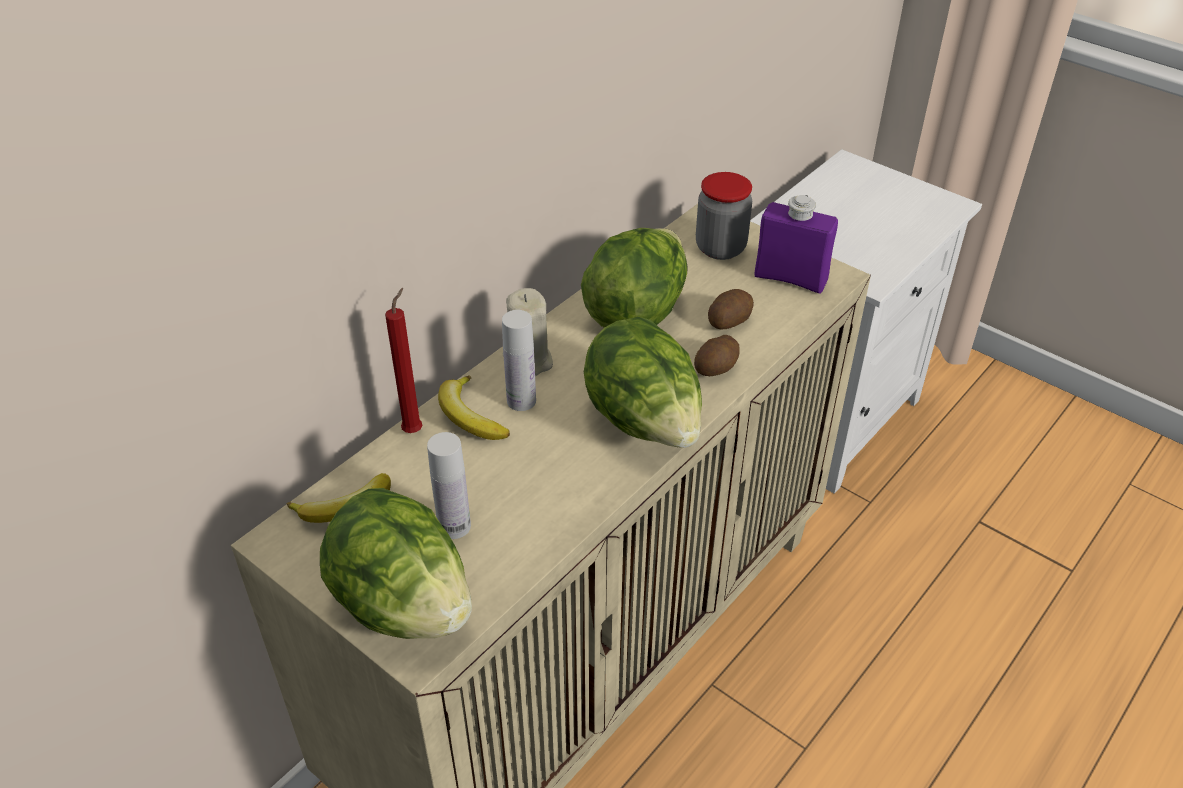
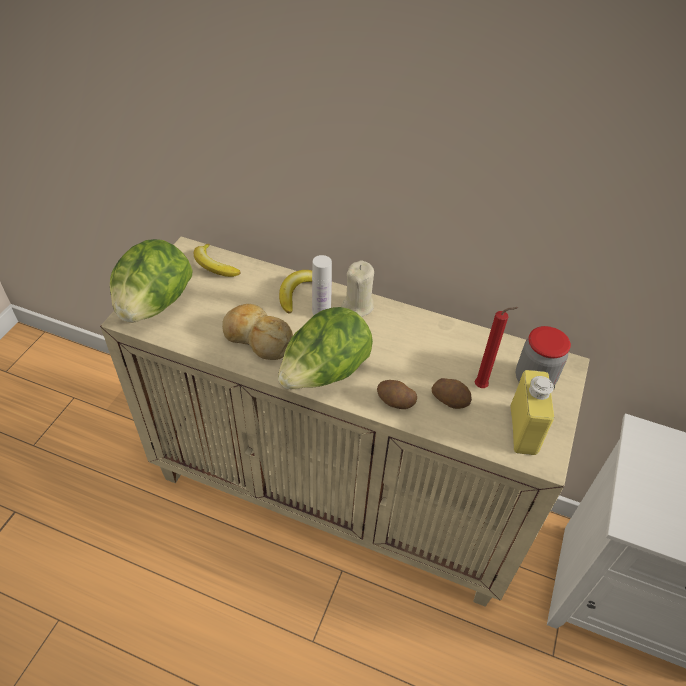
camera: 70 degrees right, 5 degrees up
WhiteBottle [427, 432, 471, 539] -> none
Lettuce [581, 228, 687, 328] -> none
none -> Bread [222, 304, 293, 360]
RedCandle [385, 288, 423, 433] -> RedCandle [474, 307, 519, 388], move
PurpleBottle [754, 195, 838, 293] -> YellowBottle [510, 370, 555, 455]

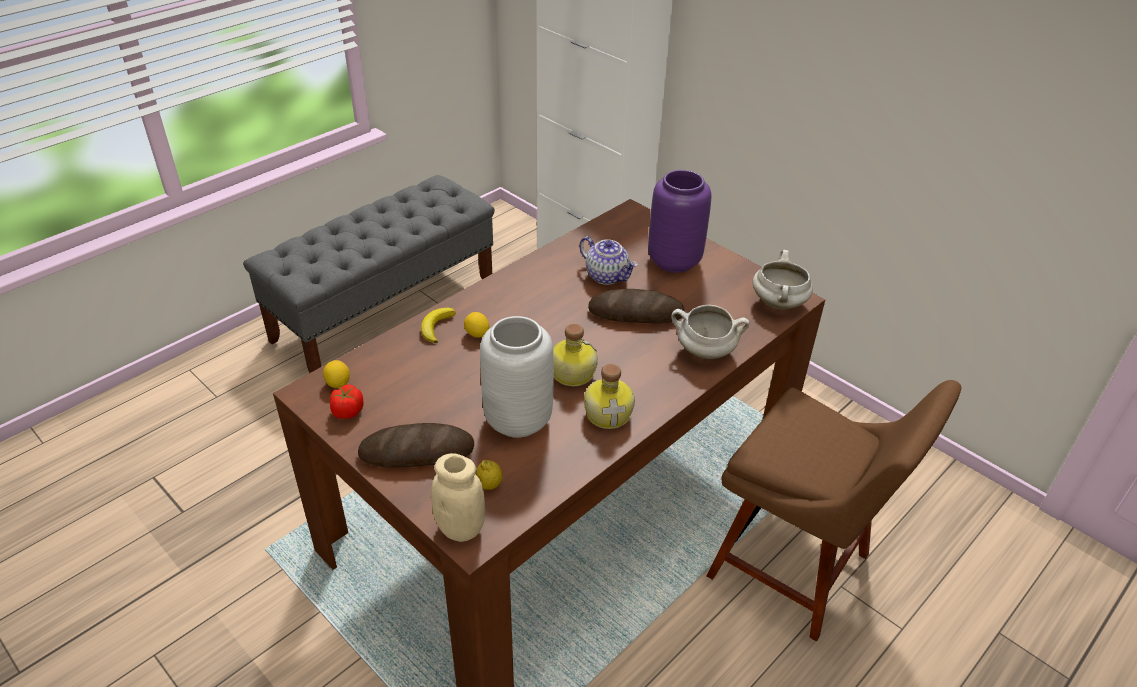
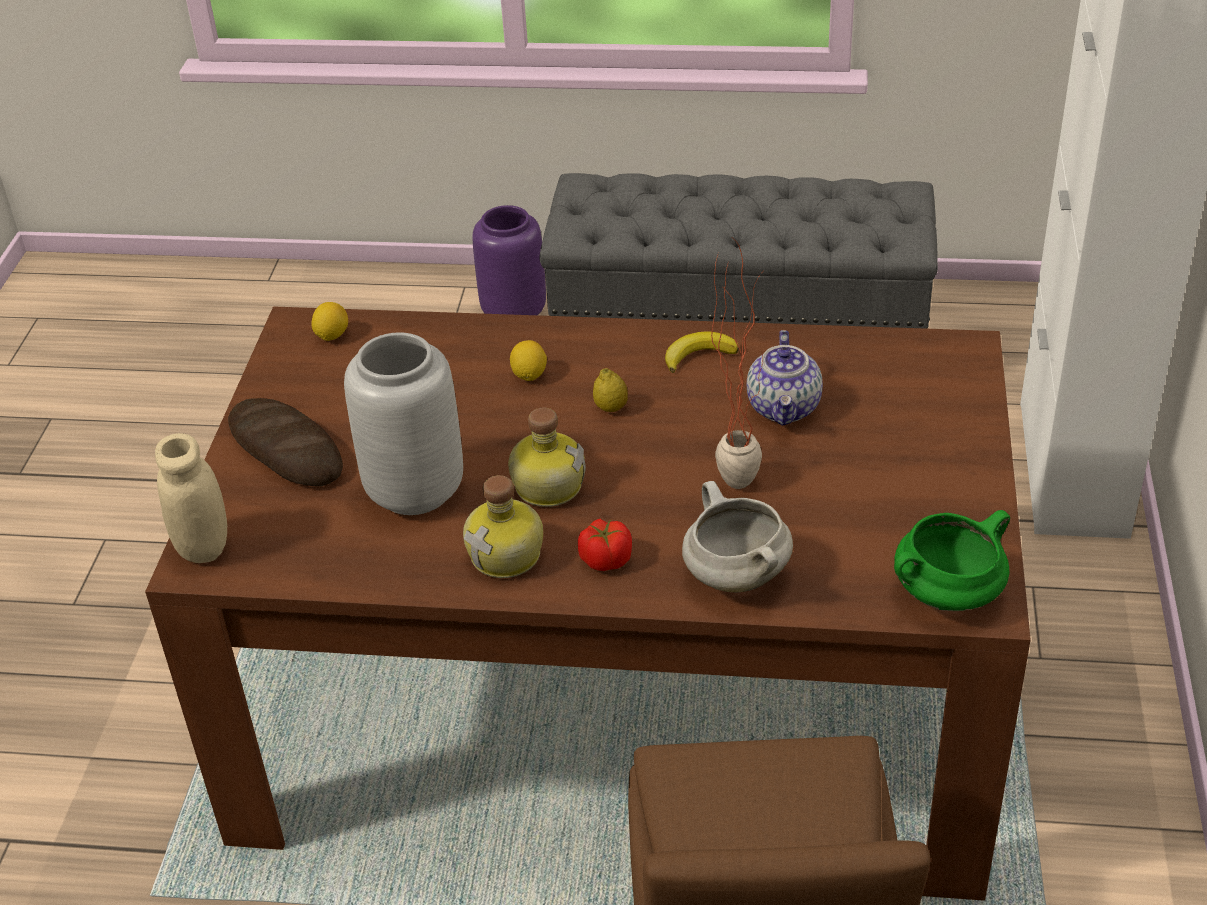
camera: 55 degrees right, 0 degrees up
Tomato [330, 384, 364, 419] -> Tomato [578, 519, 632, 571], move
Banana [421, 308, 456, 343] -> Banana [665, 331, 739, 373], move
Lemon [475, 460, 502, 490] -> Lemon [593, 368, 628, 412], move
PurpleVase [648, 170, 711, 273] -> PurpleVase [472, 205, 546, 315], move
Bread [588, 289, 685, 324] -> PottedPlant [711, 238, 763, 489]
WhiteCookingPot [752, 250, 813, 310] -> GreenCookingPot [894, 510, 1010, 611]

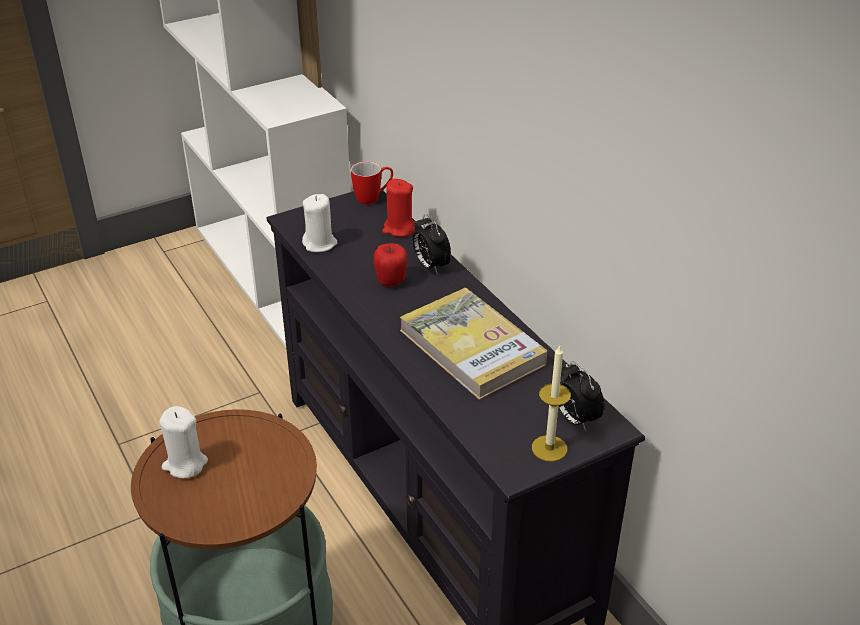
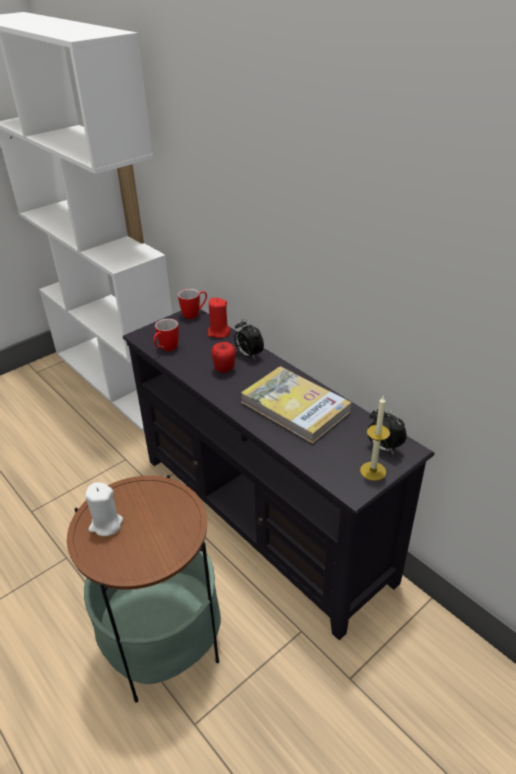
camera: 10 degrees left, 0 degrees up
WhiteCandle [302, 194, 337, 252] -> Mug [153, 319, 179, 351]

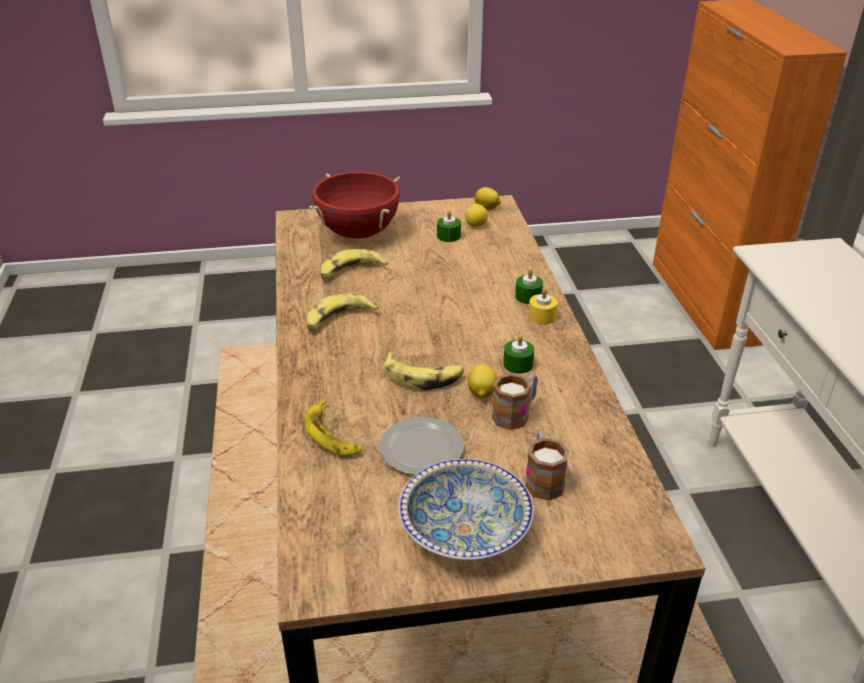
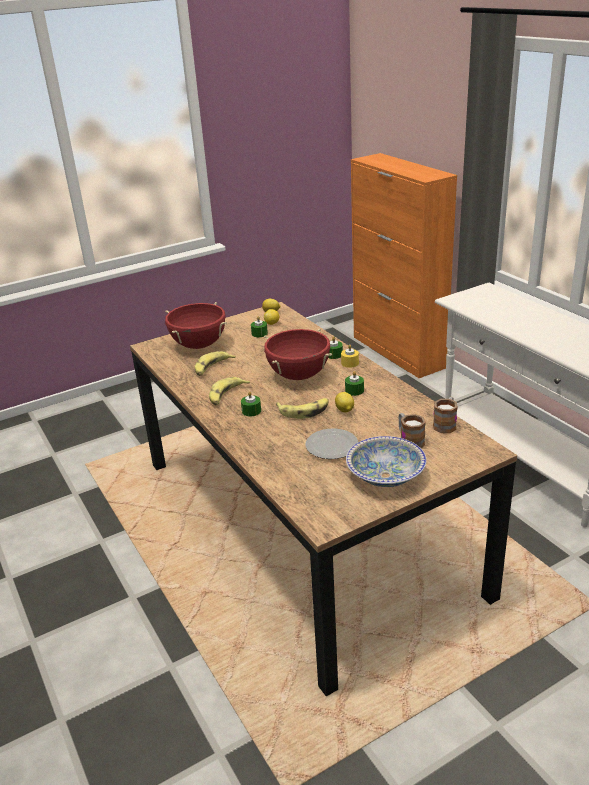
camera: 20 degrees left, 5 degrees down
Banana [305, 400, 362, 456] -> none
none -> GreenCandle [241, 391, 261, 417]
none -> RedCookingPot [264, 329, 332, 380]
Mug [491, 373, 538, 430] -> Mug [433, 397, 458, 433], move

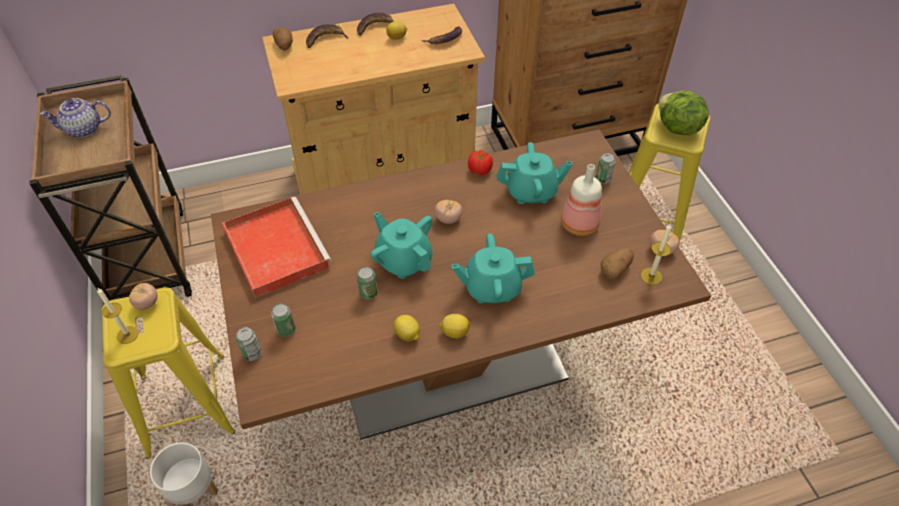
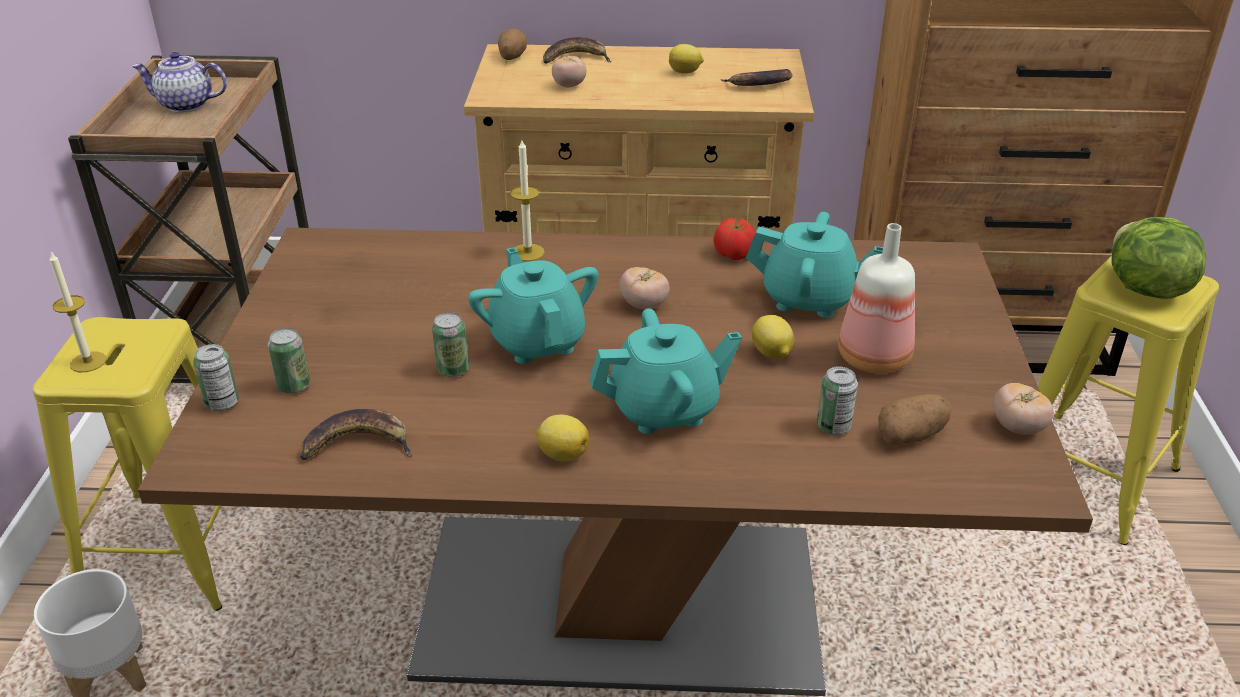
camera: 20 degrees right, 15 degrees down
RedTray [222, 197, 332, 298] -> none
Tomato [129, 283, 158, 310] -> Tomato [552, 56, 586, 87], move
Banana [357, 12, 394, 36] -> Banana [300, 409, 412, 460], move
Lemon [393, 315, 420, 341] -> Lemon [752, 315, 794, 359], move
Can [595, 153, 616, 184] -> Can [817, 366, 858, 435], move
Candle [641, 224, 672, 285] -> Candle [510, 140, 545, 261], move
TurquoiseTeapot [452, 233, 535, 303] -> TurquoiseTeapot [589, 309, 742, 434], 150 degrees clockwise

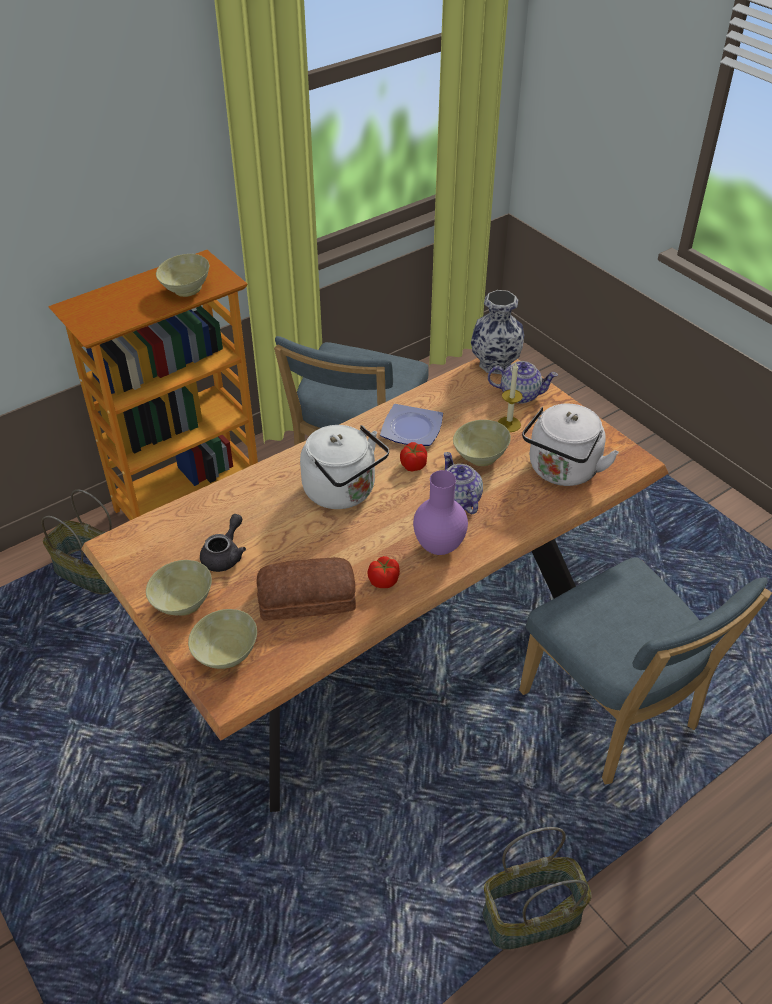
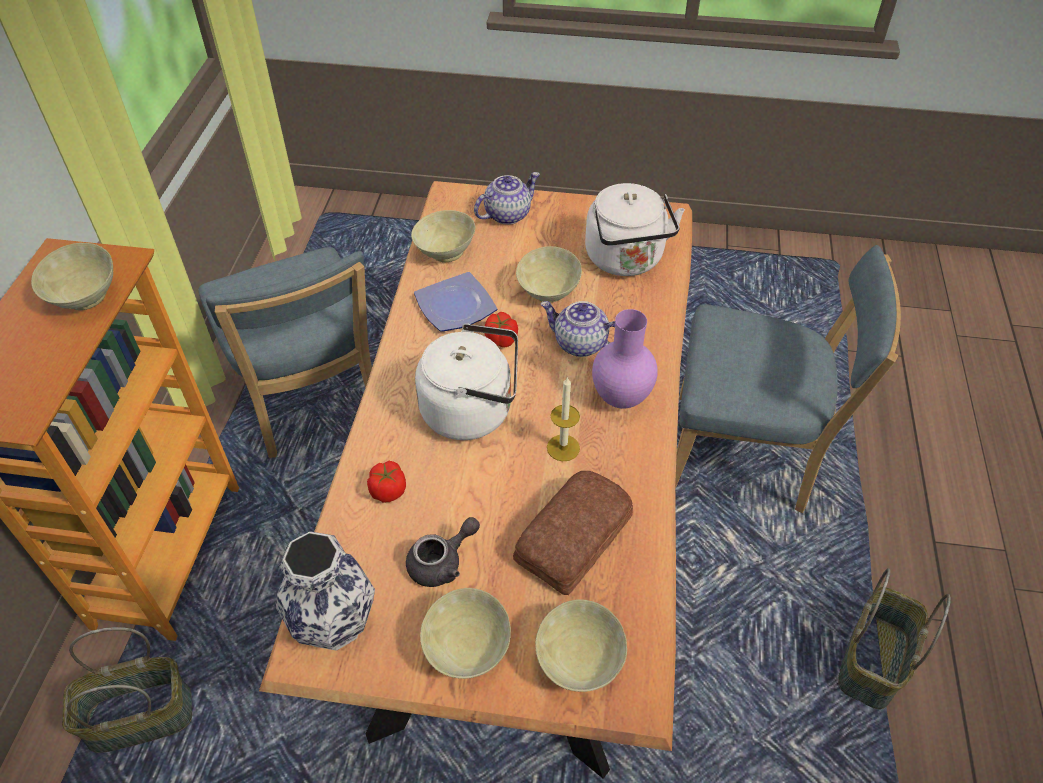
camera: 45 degrees left, 5 degrees up
none -> BeigeBowl [411, 210, 475, 262]
Tomato [367, 556, 400, 588] -> Tomato [367, 461, 406, 503], move
Vase [471, 290, 524, 374] -> Vase [276, 531, 375, 651], move
Candle [498, 363, 523, 432] -> Candle [547, 376, 580, 461], move
GreyTeapot [200, 514, 246, 572] -> GreyTeapot [406, 517, 480, 587], 75 degrees clockwise

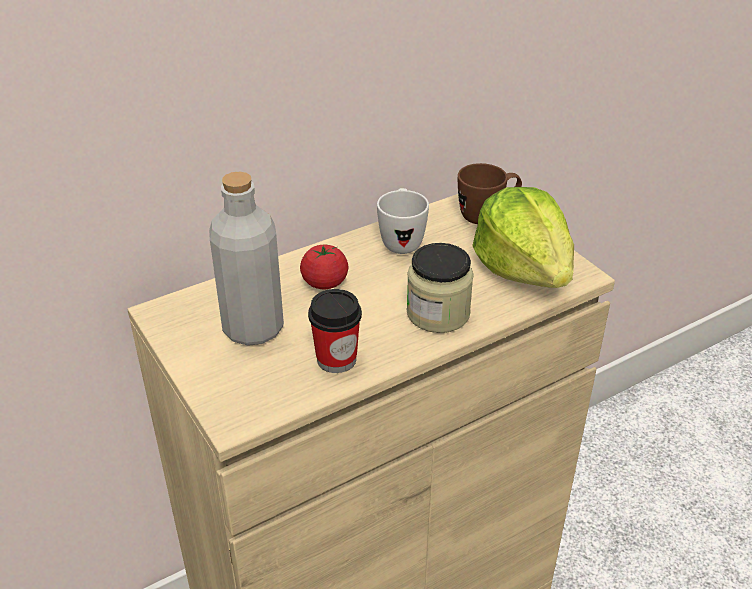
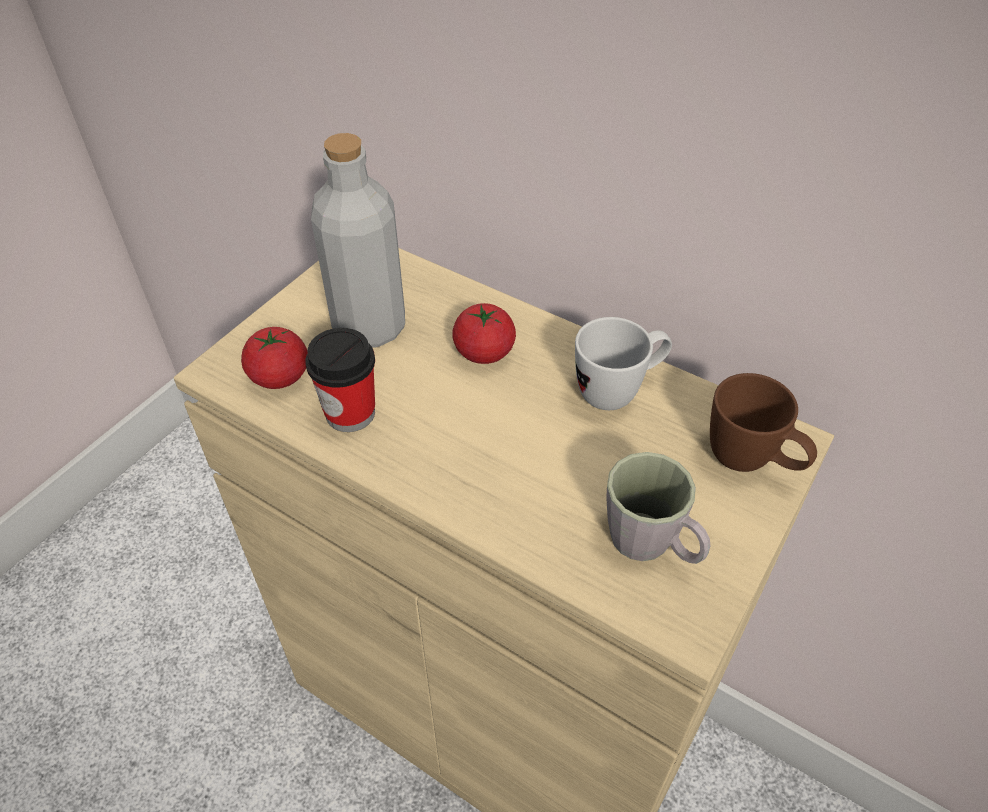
camera: 65 degrees right, 10 degrees up
Jar [407, 243, 474, 333] -> none
none -> Tomato [241, 327, 307, 389]
Lettuce [472, 187, 574, 288] -> GreyMug [606, 452, 710, 564]

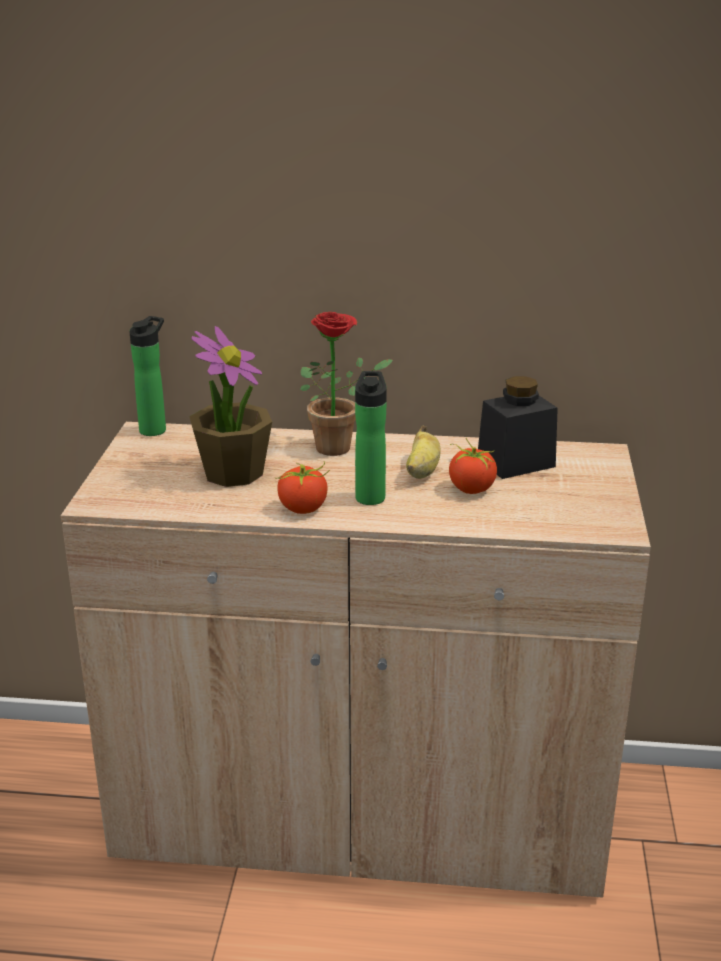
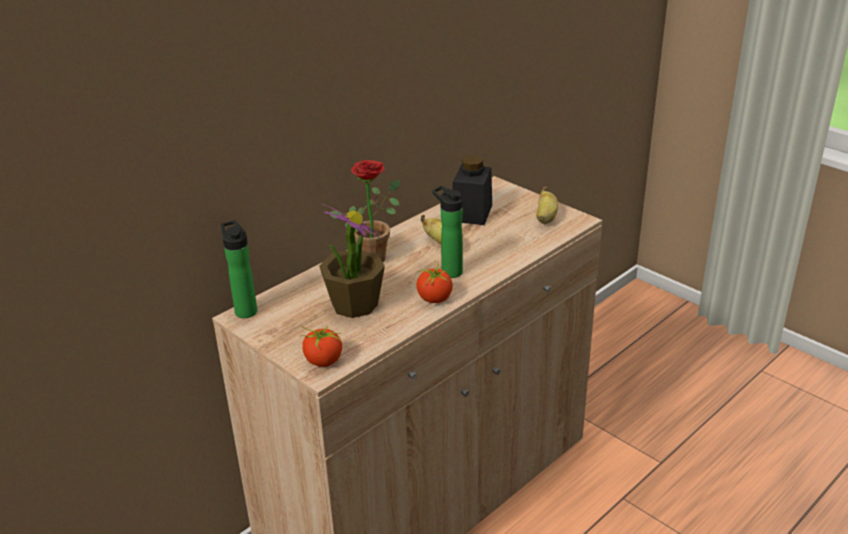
camera: 50 degrees left, 5 degrees up
none -> Banana [536, 187, 558, 224]
Tomato [449, 438, 497, 494] -> Tomato [301, 324, 342, 367], move

